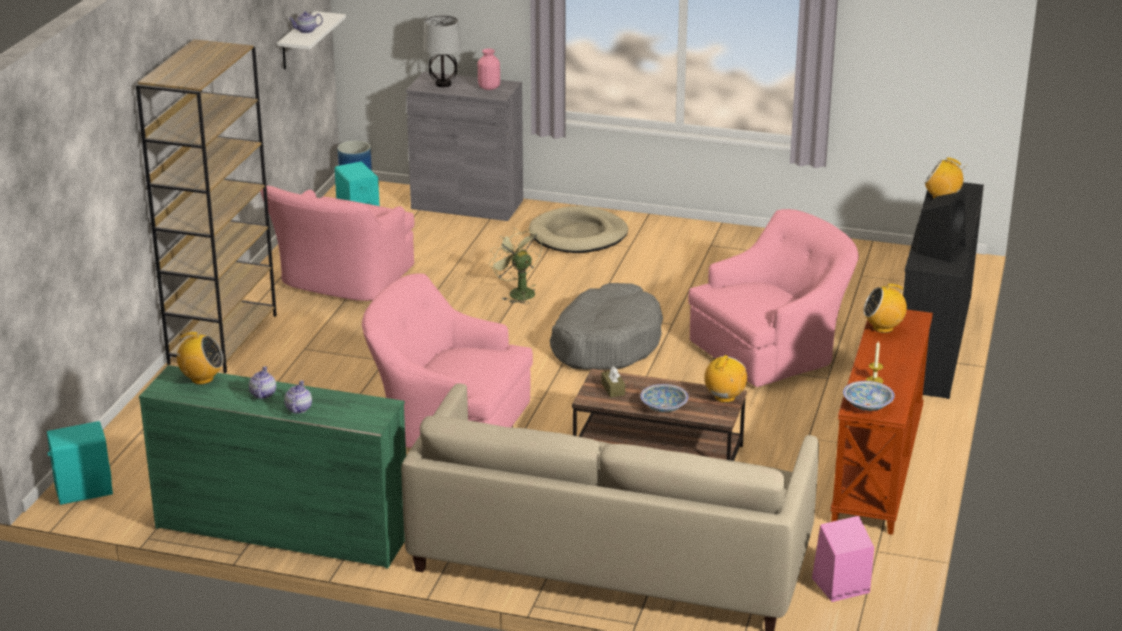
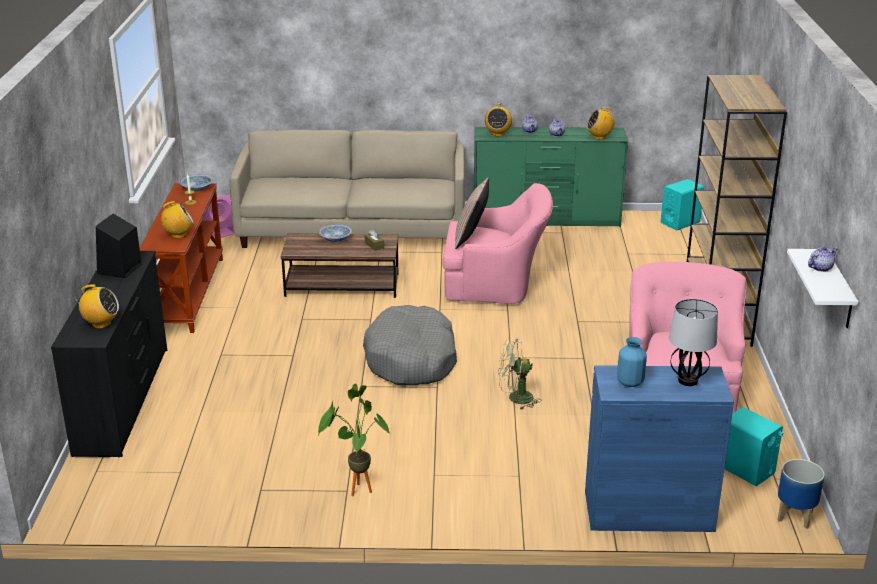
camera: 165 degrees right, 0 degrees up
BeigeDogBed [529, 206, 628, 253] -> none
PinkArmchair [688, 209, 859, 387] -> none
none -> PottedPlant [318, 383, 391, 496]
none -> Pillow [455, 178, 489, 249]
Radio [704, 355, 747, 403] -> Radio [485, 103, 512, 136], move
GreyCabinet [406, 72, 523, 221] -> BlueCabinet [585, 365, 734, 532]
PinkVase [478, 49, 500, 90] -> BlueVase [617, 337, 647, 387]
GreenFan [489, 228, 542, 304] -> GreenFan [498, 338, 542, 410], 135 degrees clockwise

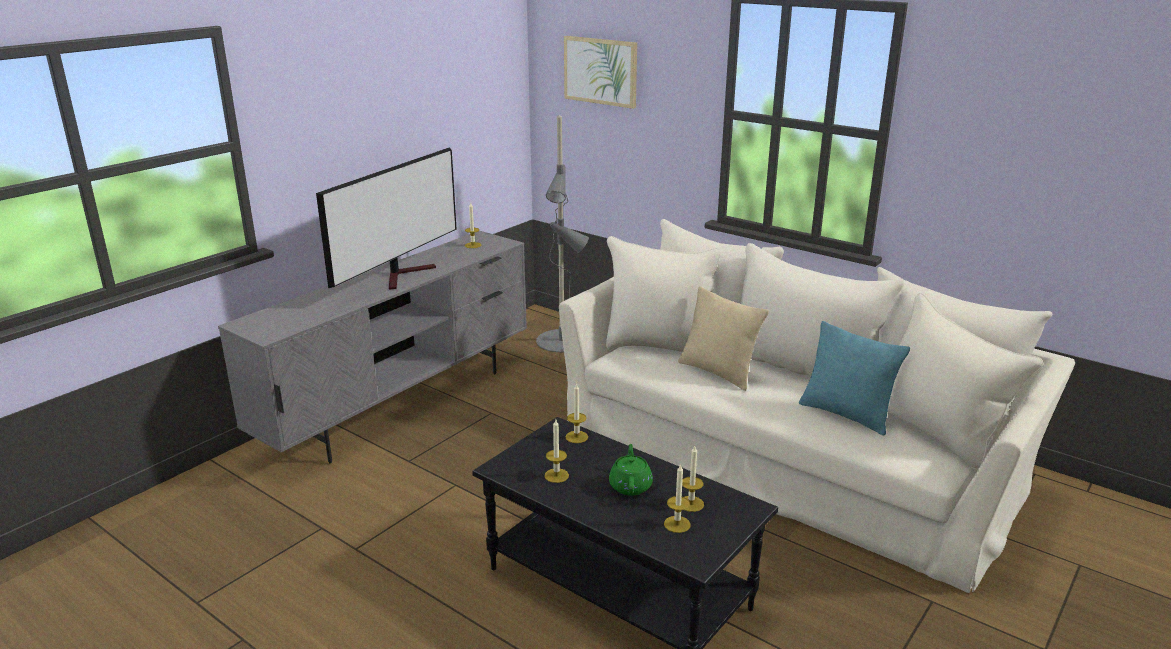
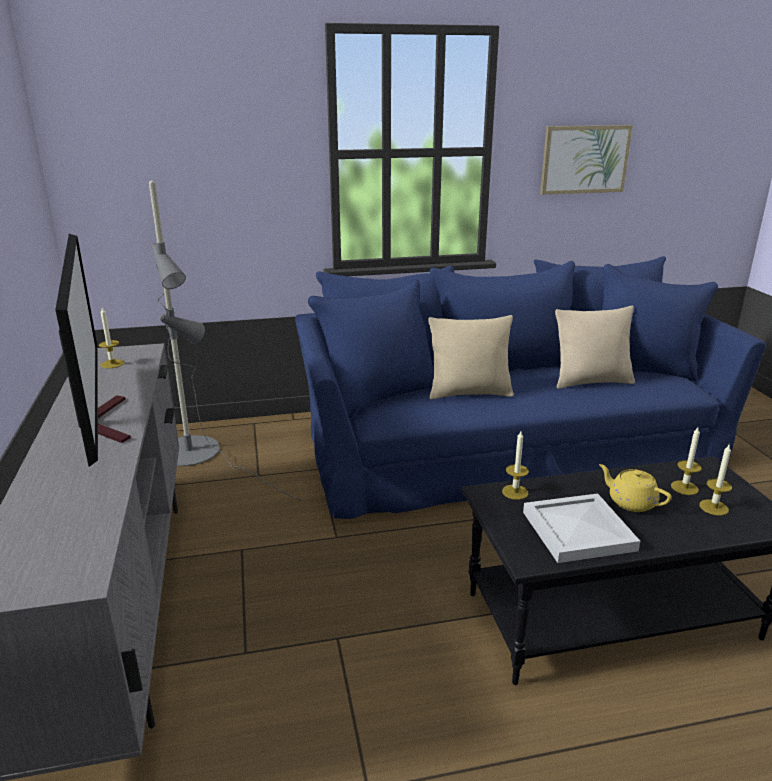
camera: 50 degrees left, 0 degrees up
Picture [564, 36, 637, 109] -> Picture [540, 125, 633, 195], move
Candle [544, 420, 569, 483] -> WhiteTray [523, 493, 640, 563]
BeigeSofa [559, 219, 1075, 593] -> BlueSofa [295, 256, 766, 519]
GreenTeapot [609, 444, 653, 496] -> YellowTeapot [599, 464, 672, 512]
TurquoisePillow [799, 321, 910, 435] -> BeigePillow [555, 306, 635, 389]

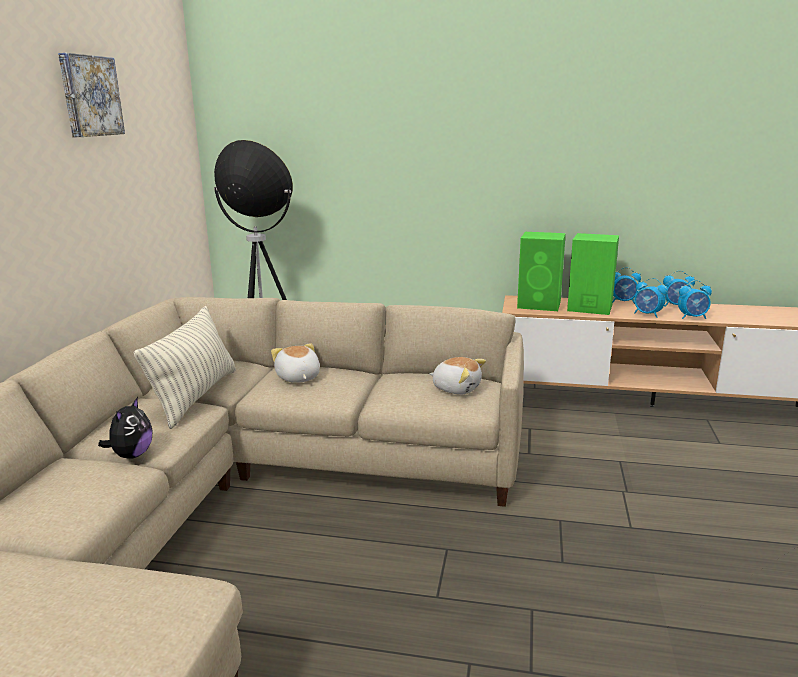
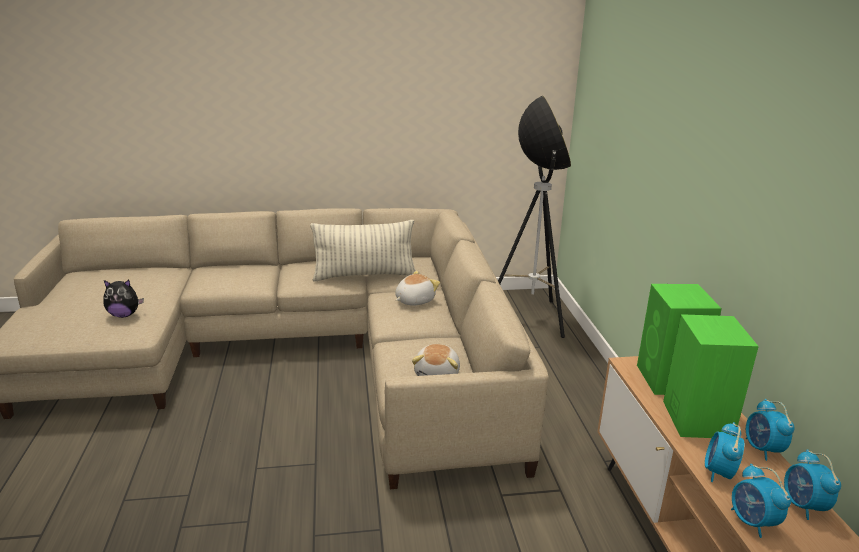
camera: 70 degrees right, 5 degrees up
Picture [58, 53, 125, 137] -> none
PlushToy [98, 397, 153, 459] -> PlushToy [103, 280, 144, 318], move

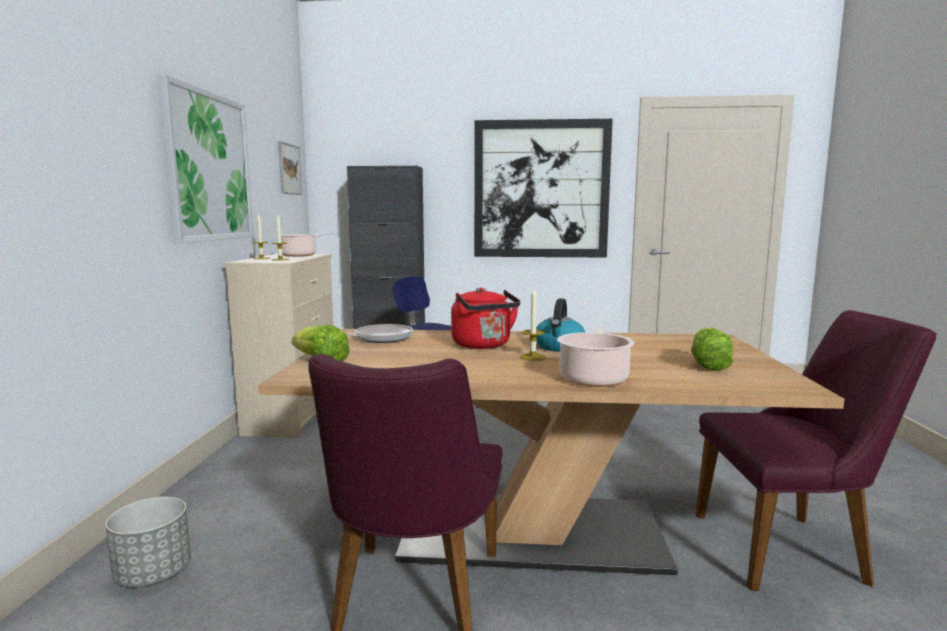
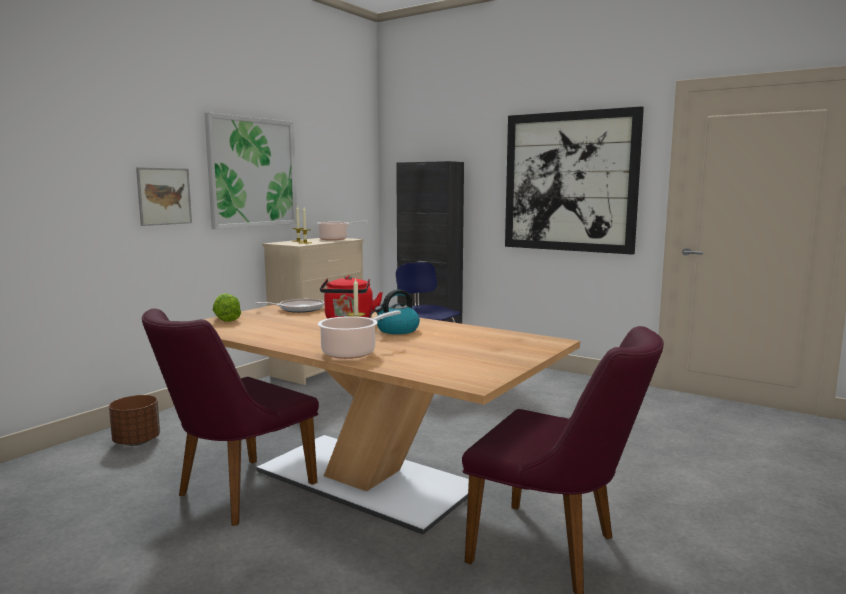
camera: 30 degrees right, 0 degrees up
Lettuce [691, 328, 733, 371] -> none
Picture [278, 141, 302, 195] -> Picture [136, 167, 192, 226], move
GreyPlanter [105, 497, 191, 587] -> BrownPlanter [109, 395, 160, 446]

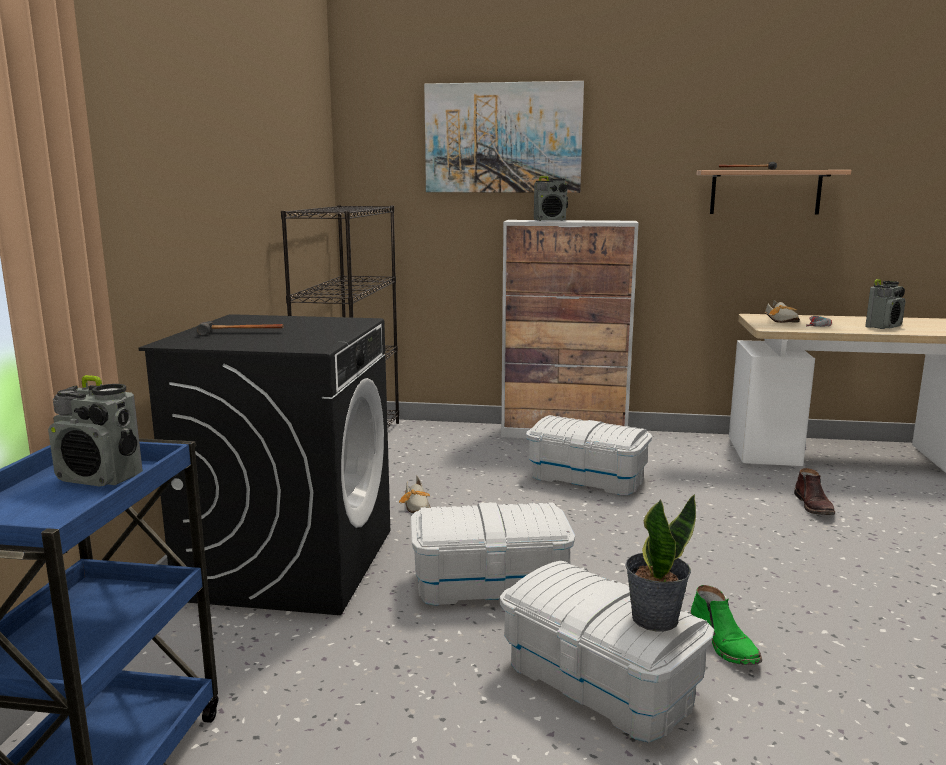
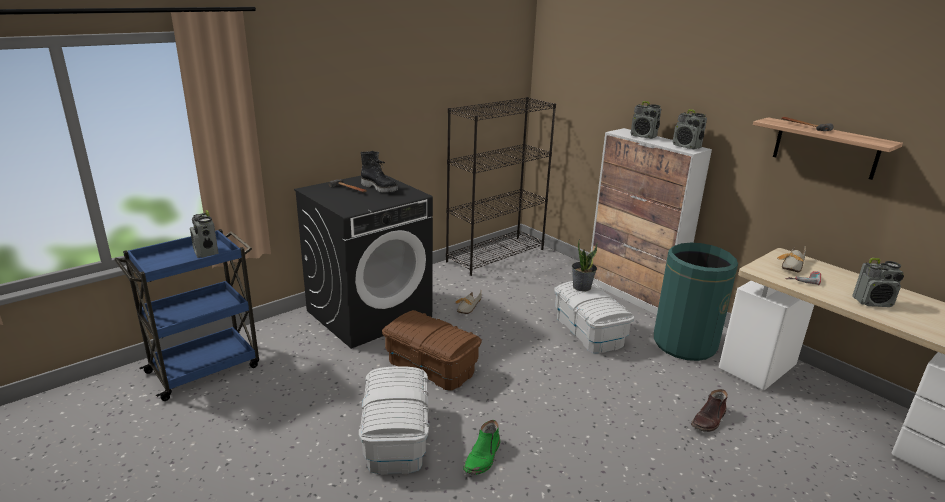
camera: 40 degrees right, 10 degrees up
Picture [424, 81, 584, 193] -> none
none -> BlackBoot [361, 151, 398, 193]
none -> GreenTrashCan [654, 243, 738, 361]
none -> Radio [673, 109, 707, 149]
PottedPlant [625, 494, 696, 632] -> PottedPlant [572, 239, 598, 291], move
WhiteStorageBox [411, 502, 575, 606] -> BrownStorageBox [382, 310, 482, 391]

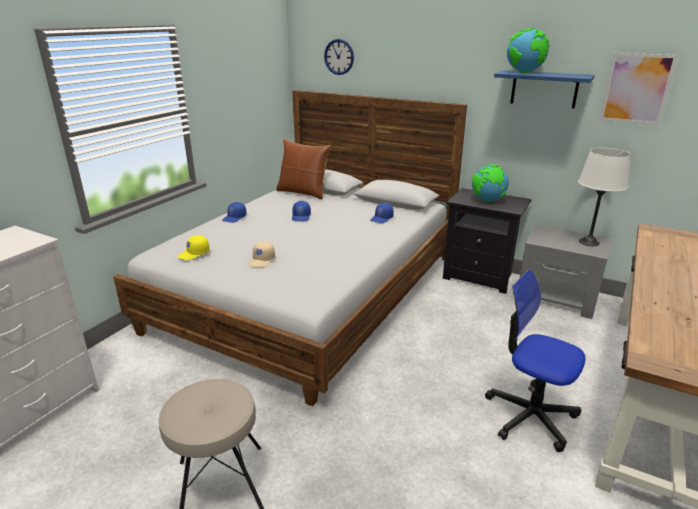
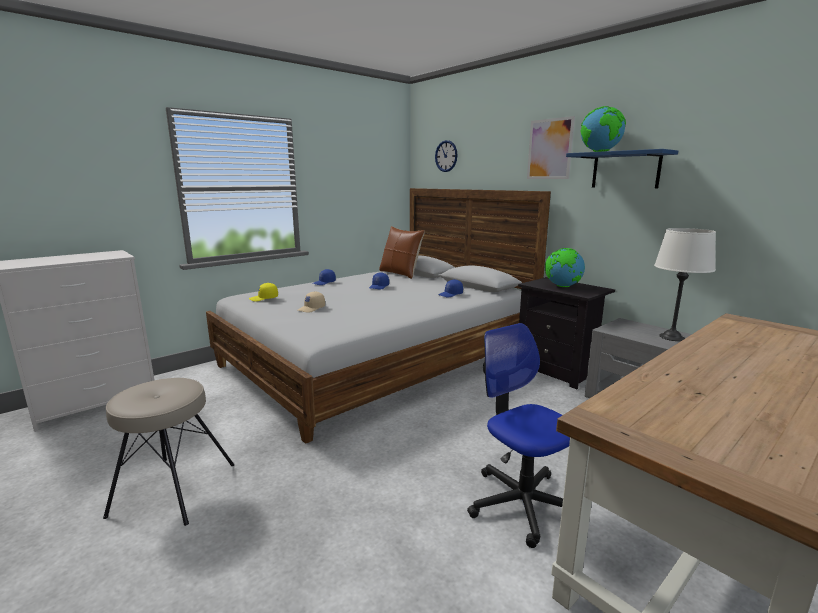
camera: 20 degrees right, 10 degrees down
Picture [600, 53, 678, 125] -> Picture [527, 116, 575, 179], move

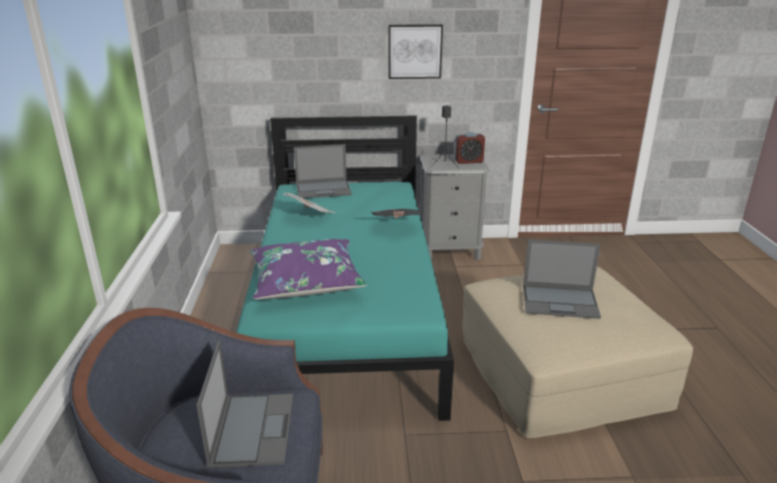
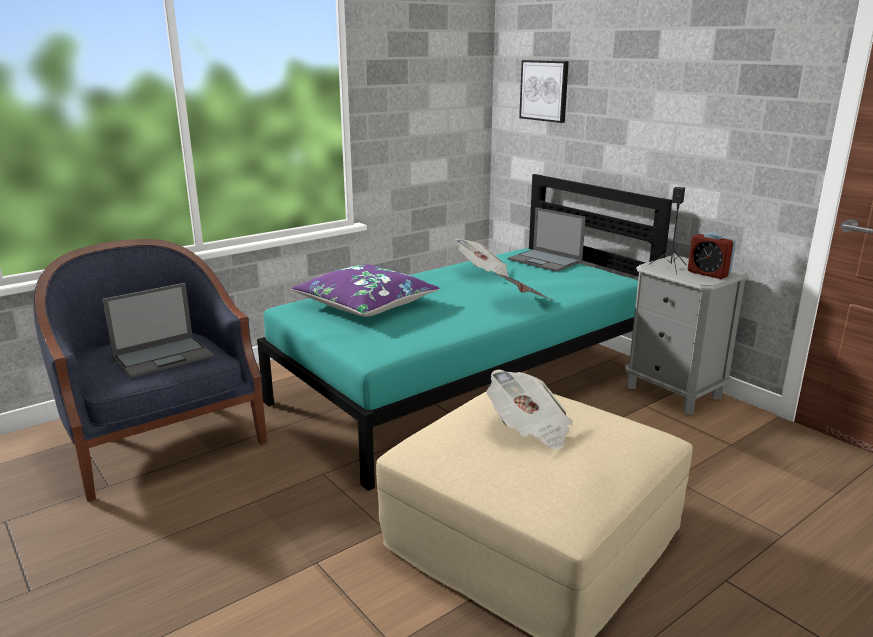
camera: 55 degrees right, 5 degrees down
Picture [389, 24, 443, 79] -> Picture [519, 60, 569, 123], move
Laptop [523, 240, 601, 319] -> Newspaper [487, 369, 573, 450]

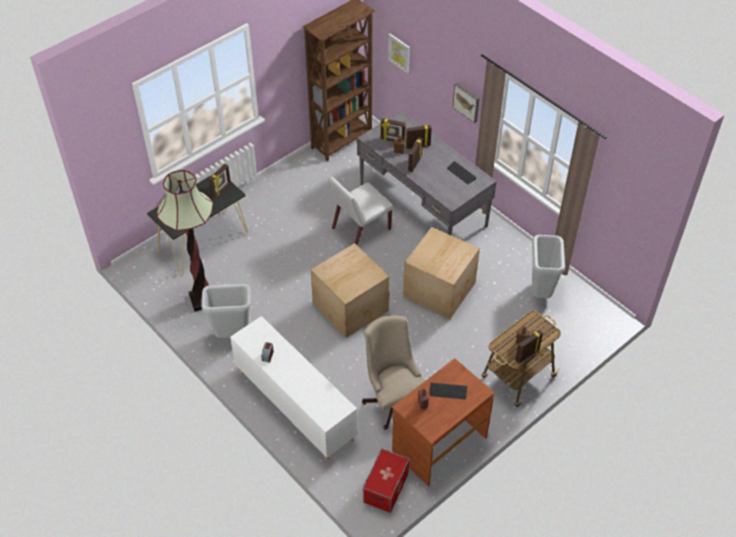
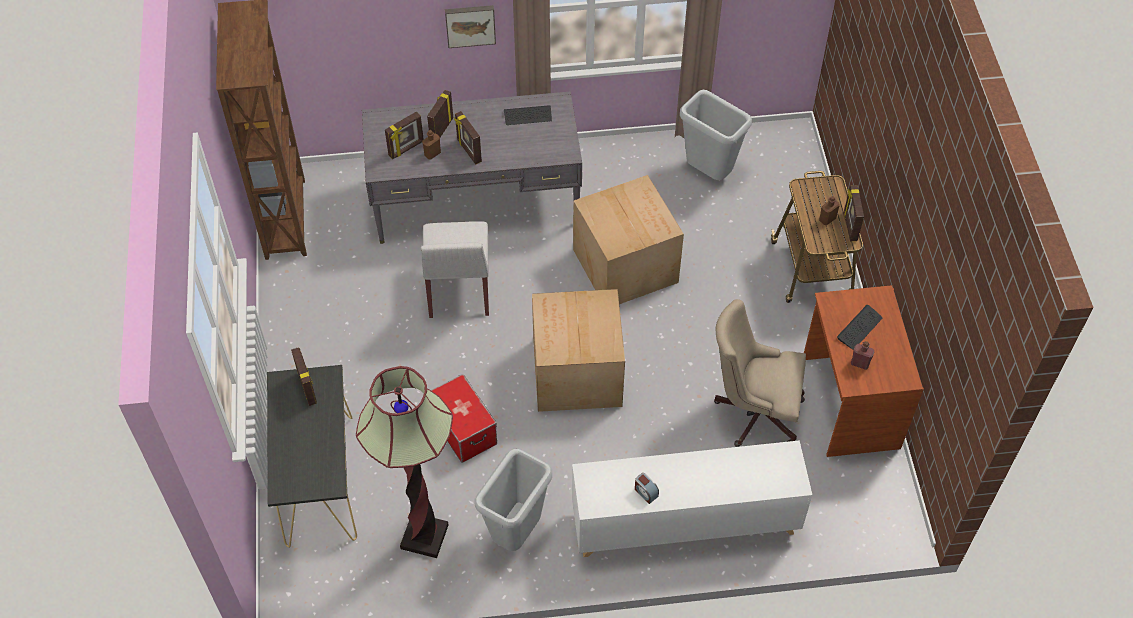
camera: 55 degrees left, 5 degrees up
Picture [388, 34, 410, 73] -> none
StorageBox [363, 449, 410, 513] -> StorageBox [431, 374, 497, 463], move

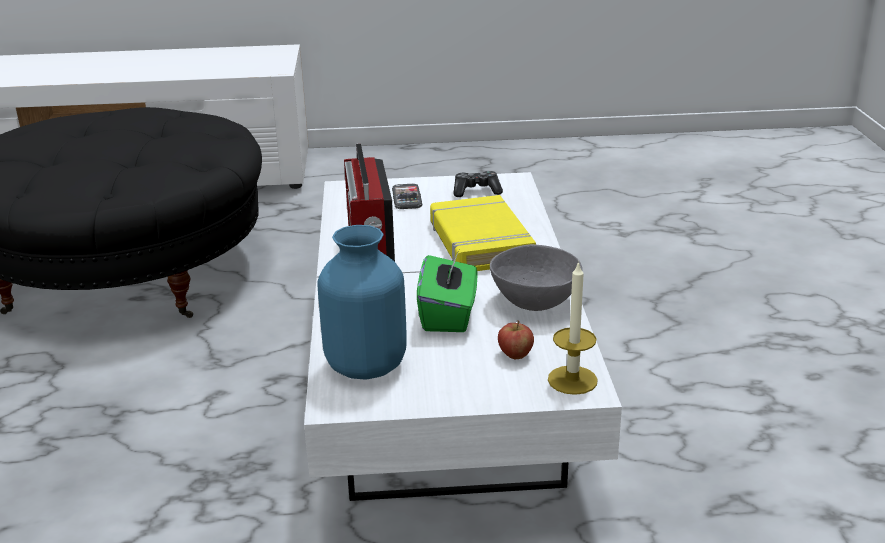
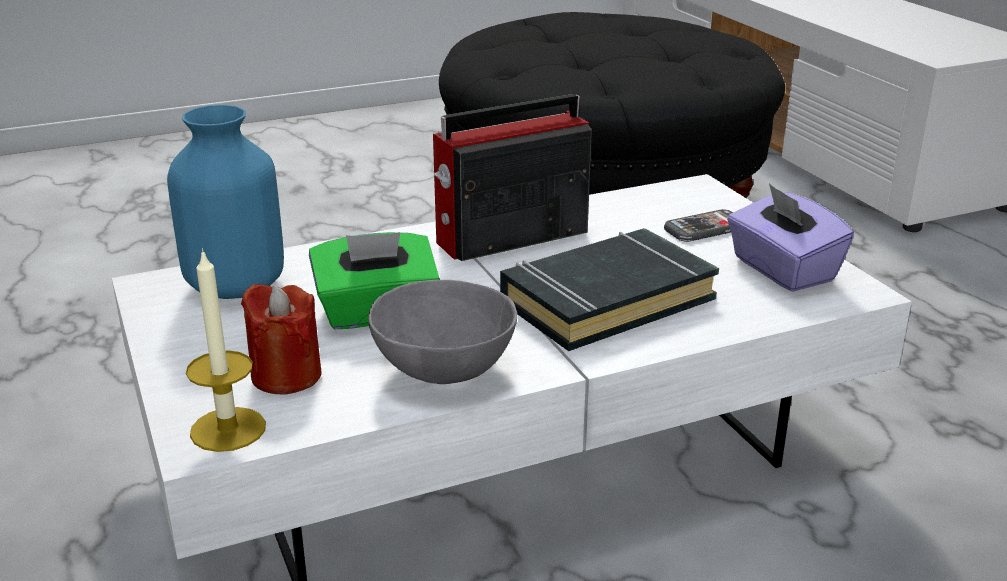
camera: 70 degrees right, 0 degrees up
GameController [454, 171, 503, 197] -> PurpleTissueBox [727, 183, 854, 292]
Apple [498, 320, 534, 359] -> RedCandle [241, 284, 322, 394]
YellowBook [430, 195, 536, 271] -> BlackBook [500, 228, 719, 351]

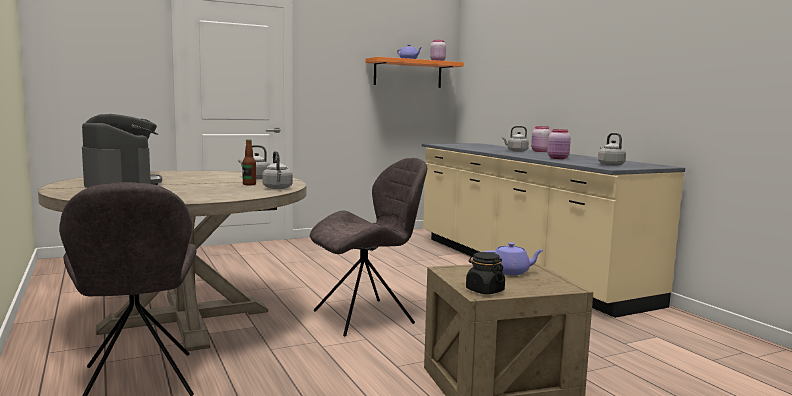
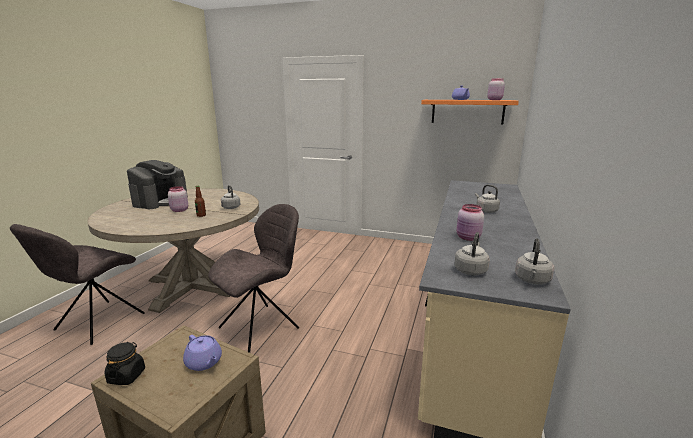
camera: 45 degrees right, 10 degrees up
GreyKettle [262, 151, 293, 189] -> GreyKettle [515, 238, 554, 284], move
PinkJar [531, 126, 551, 152] -> PinkJar [168, 186, 188, 212], move
GreyChair [310, 158, 427, 337] -> GreyChair [208, 204, 299, 353], 60 degrees counterclockwise

